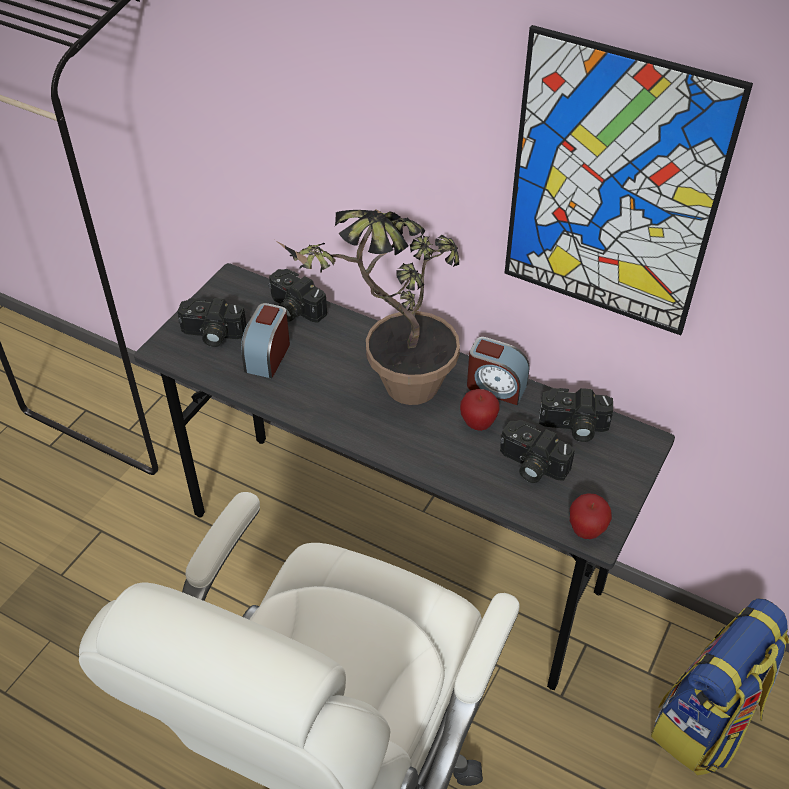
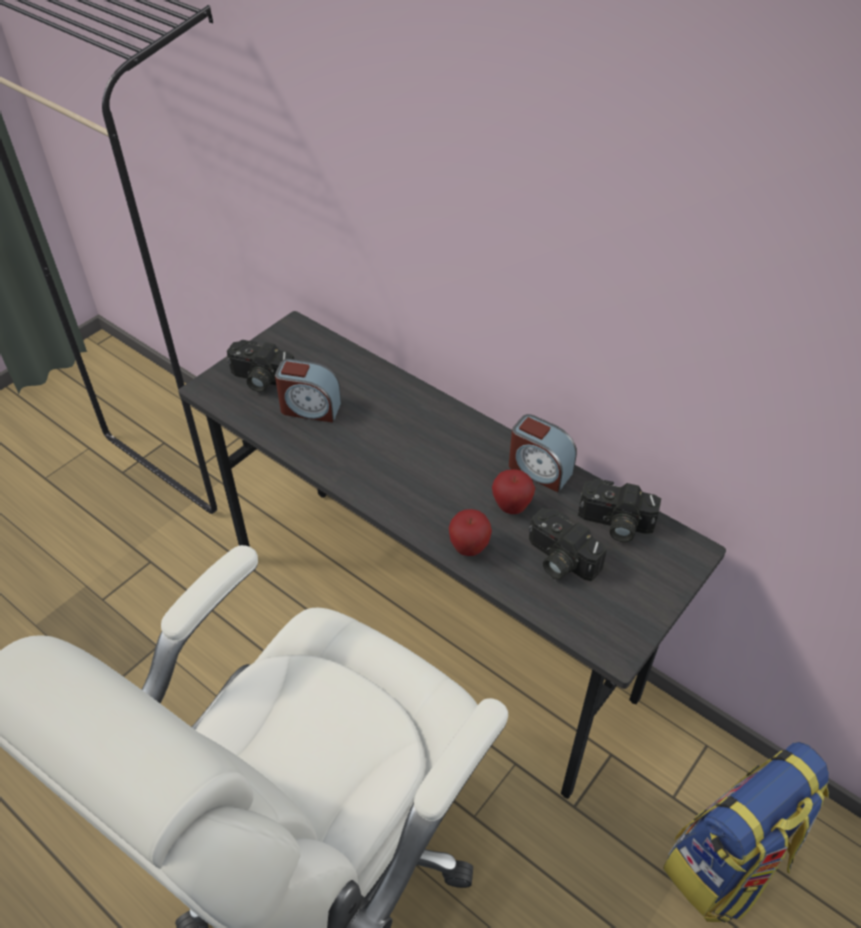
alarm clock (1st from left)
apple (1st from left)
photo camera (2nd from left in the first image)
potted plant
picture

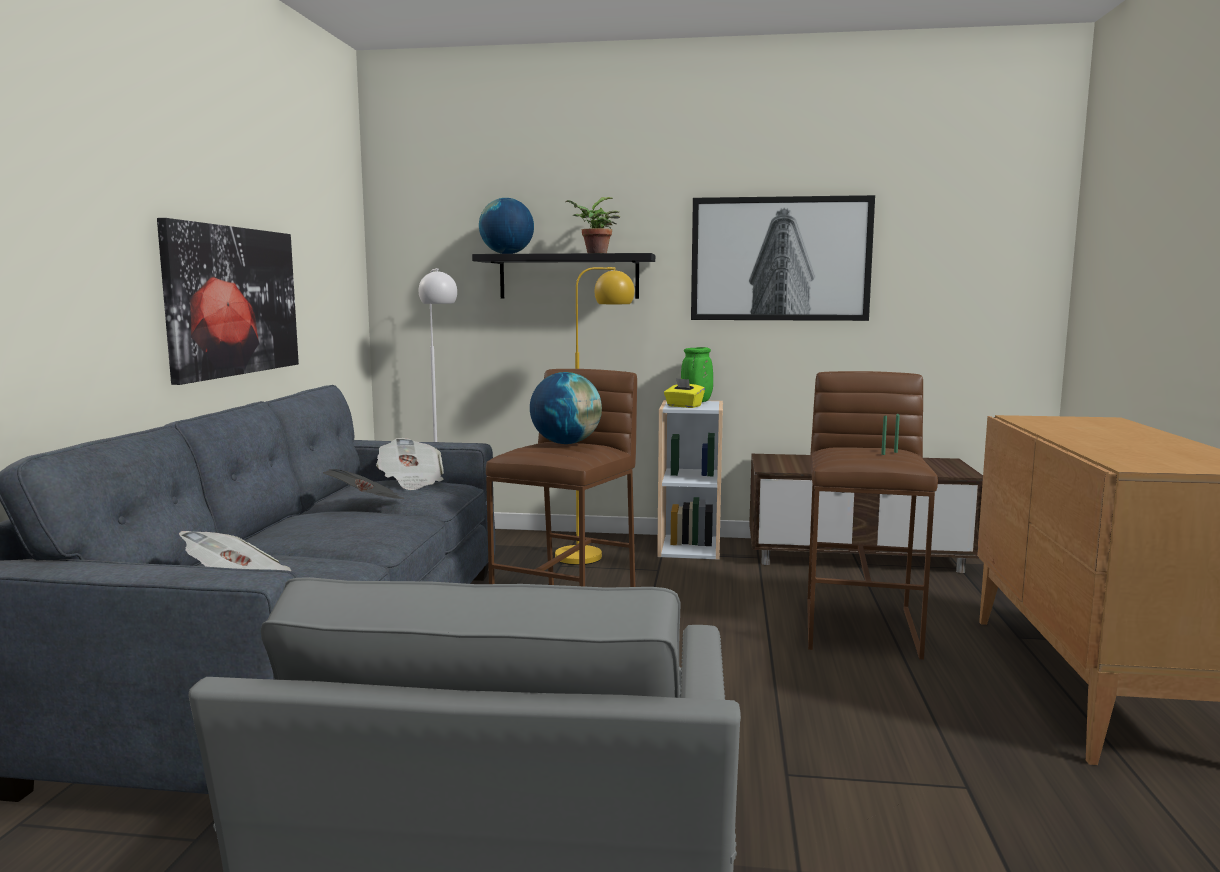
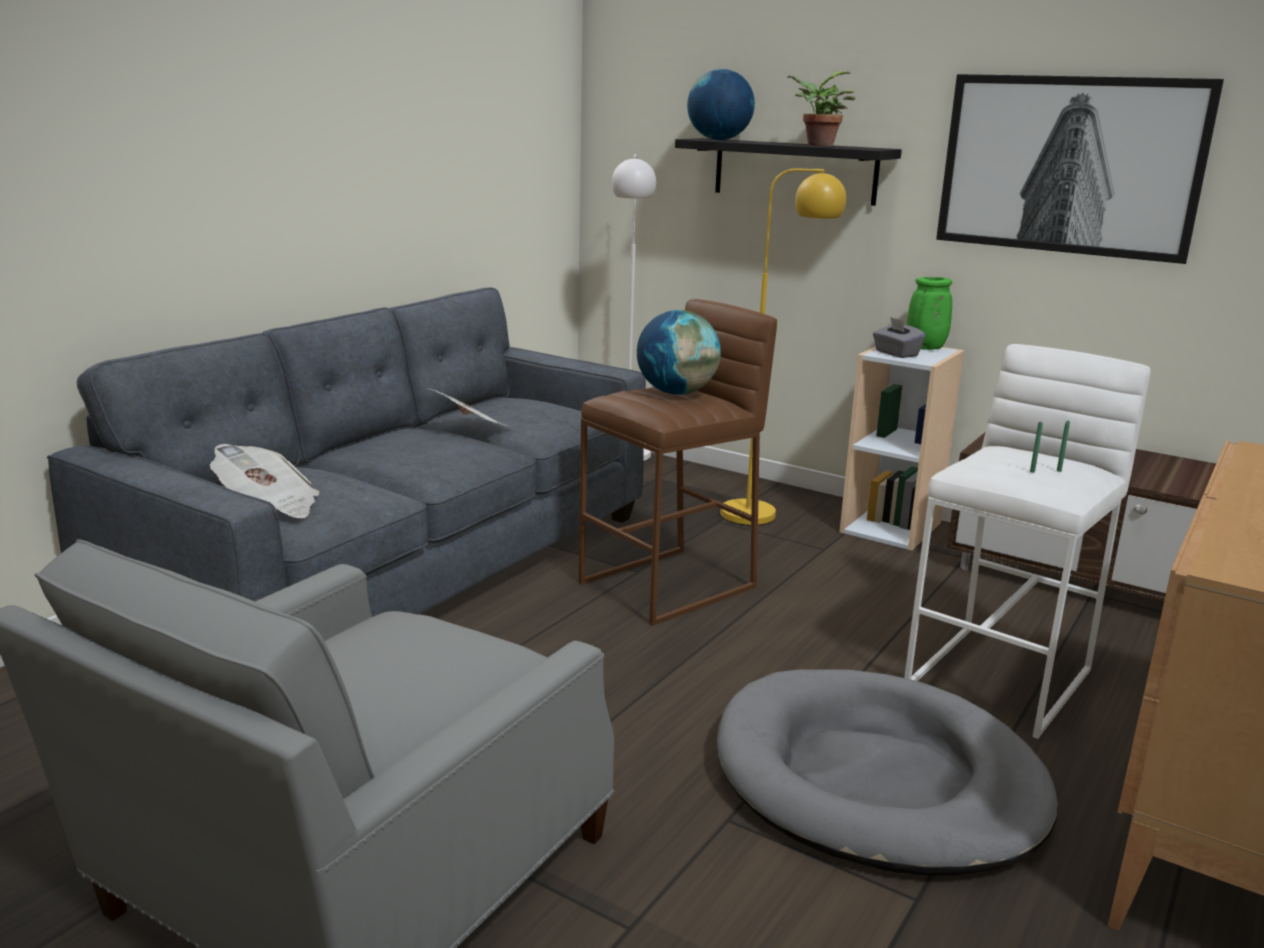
grey dog bed
grey tissue box
white stool
picture (1st from left in the first image)
newspaper (3rd from left in the first image)

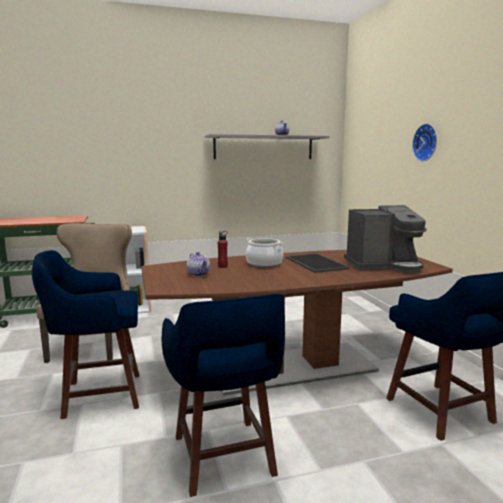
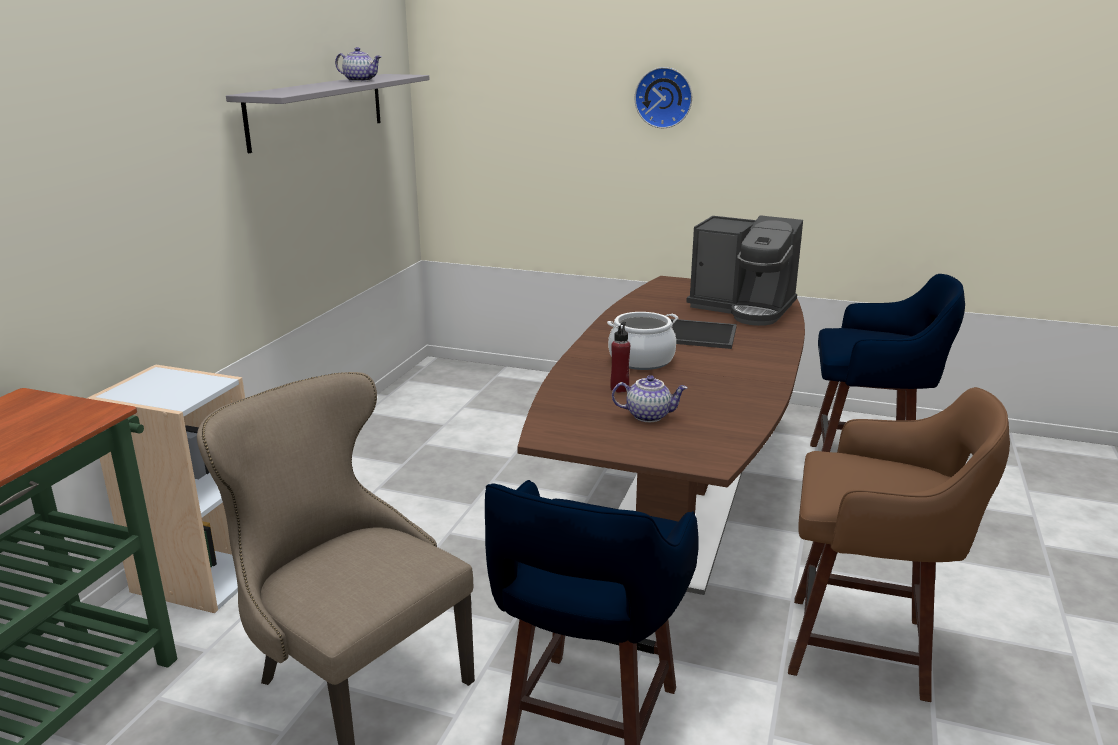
coffee machine
brown stool

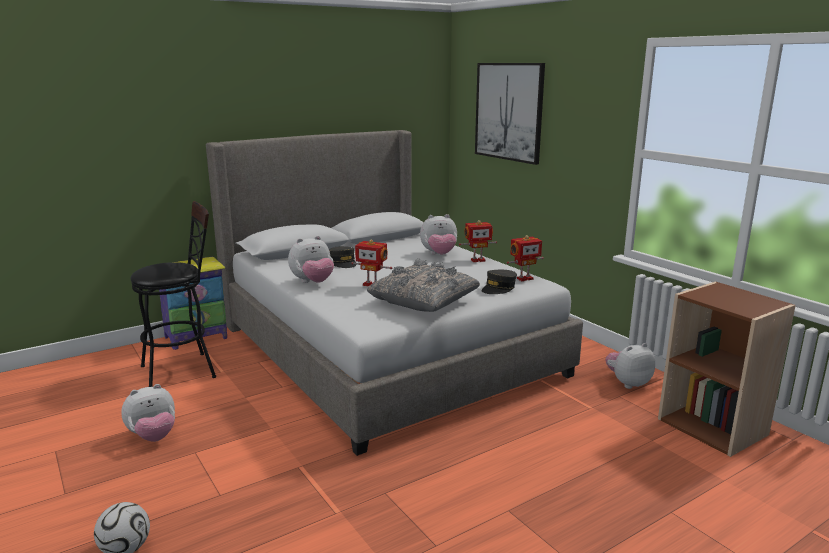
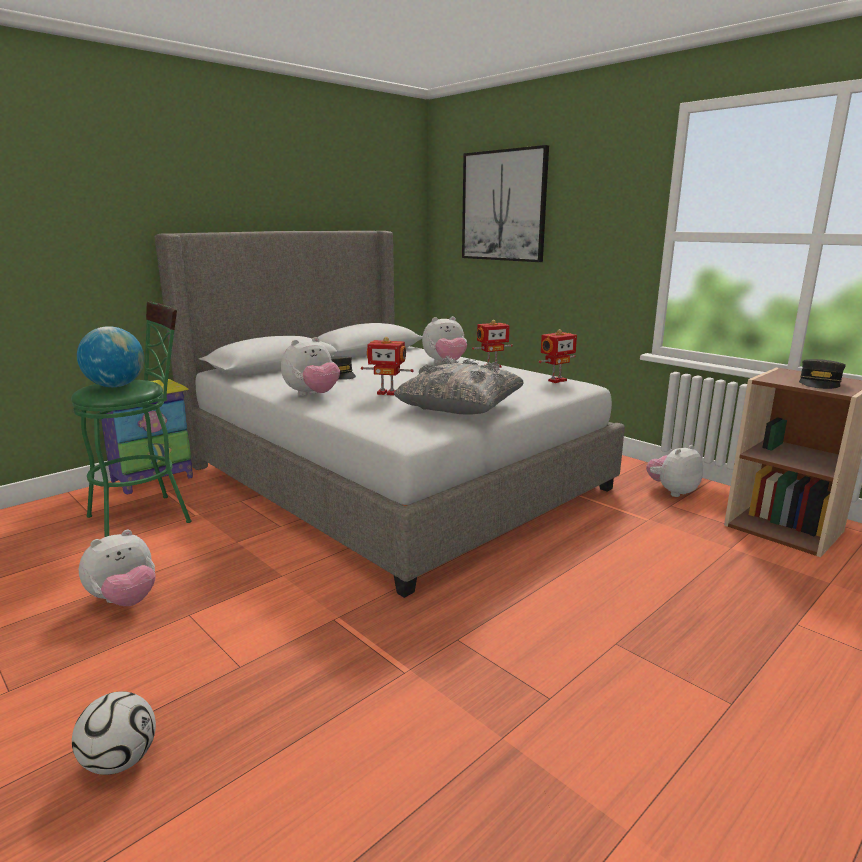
green stool
globe
grey cap (2nd from left)

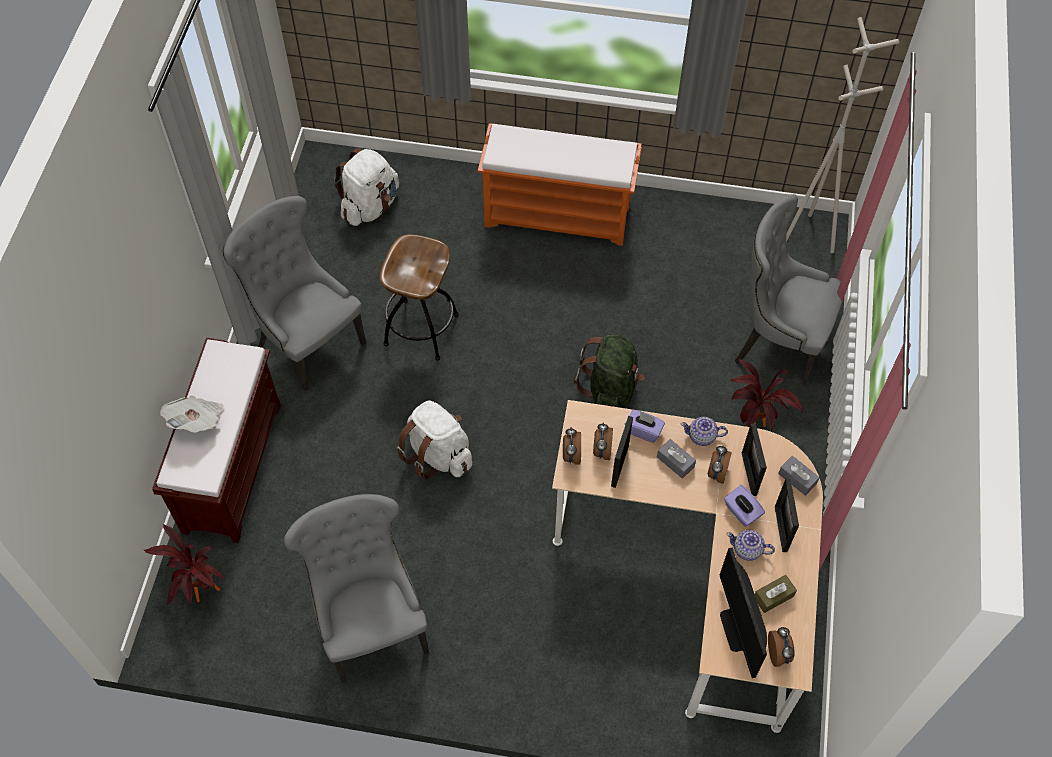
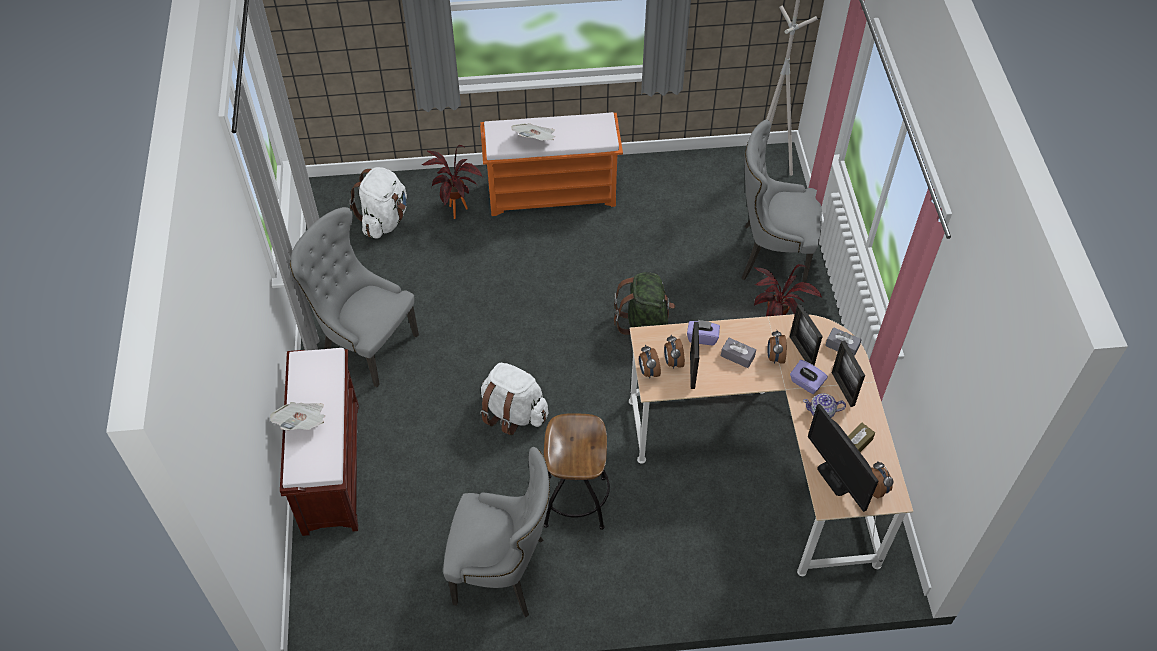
potted plant (1st from left)
grey chair (2nd from left)
newspaper (2nd from left)
brown stool
teapot (1st from left in the first image)

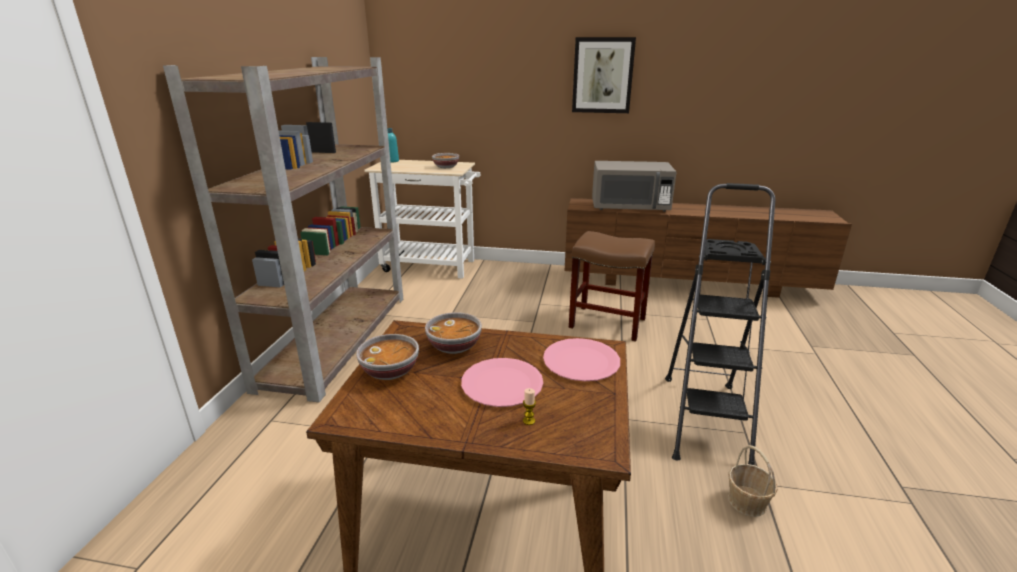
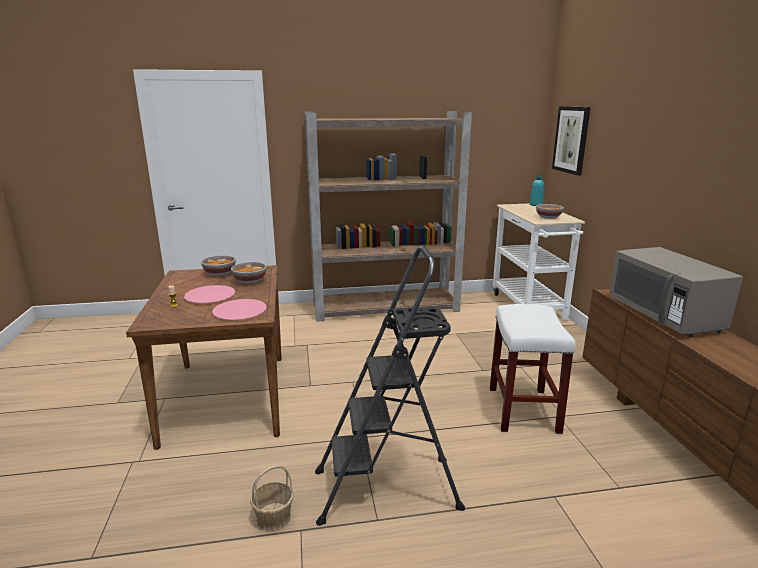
white stool
picture

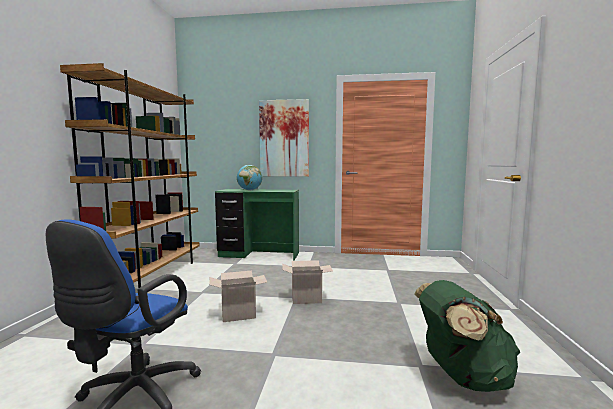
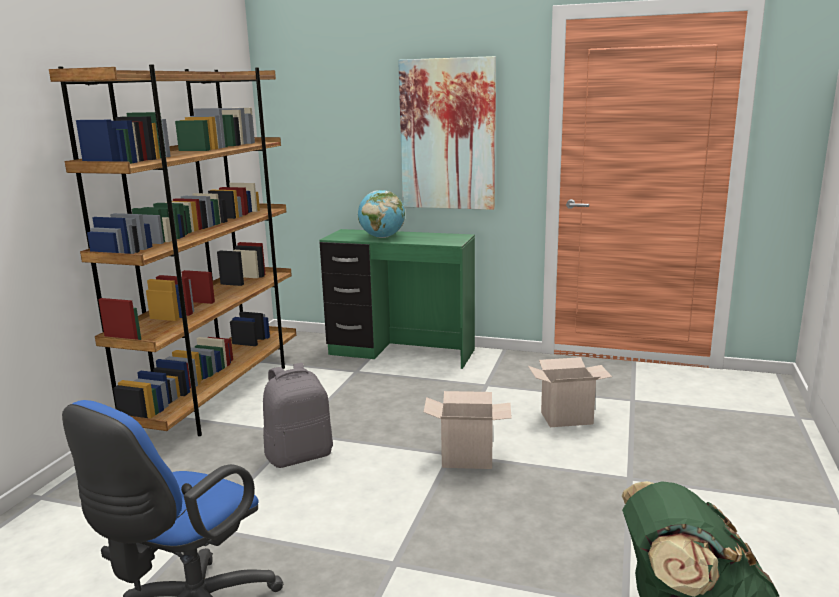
grey backpack
cardboard box (2nd from left)

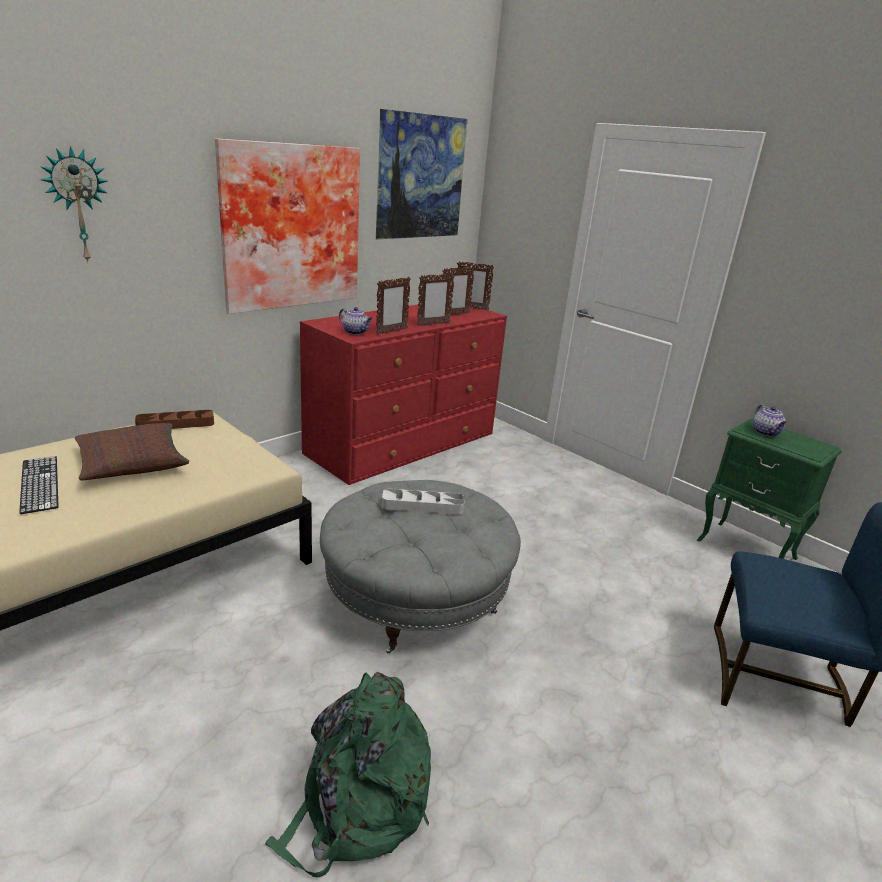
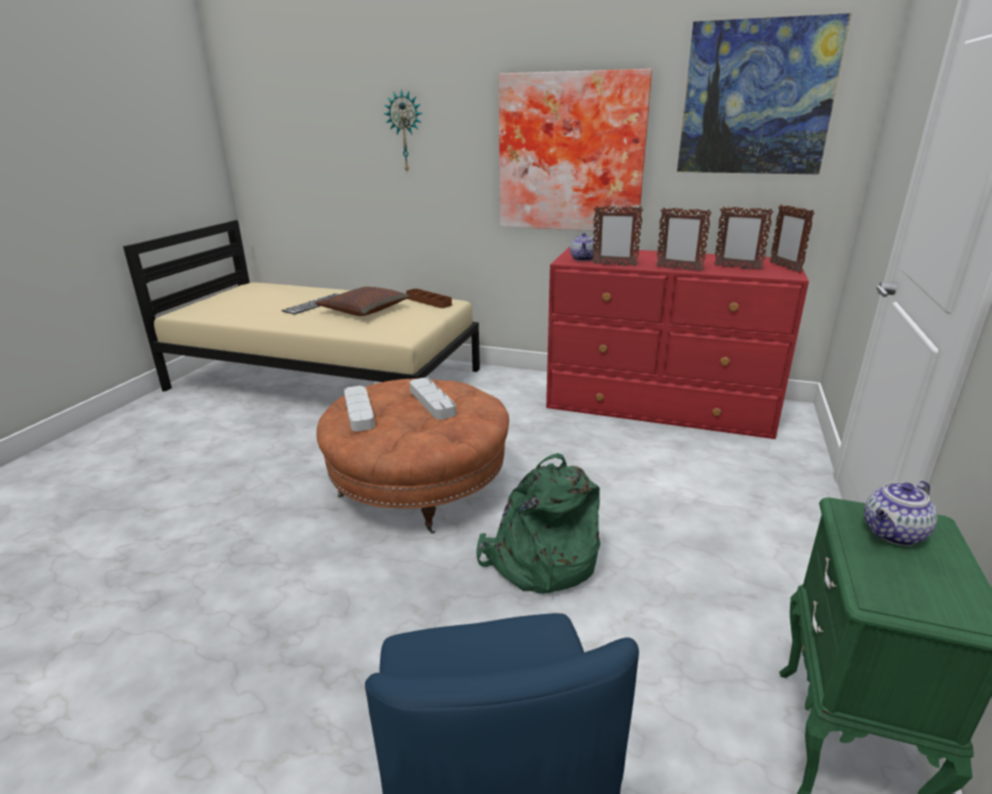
brown ottoman
grey tray (1st from left)
green backpack

